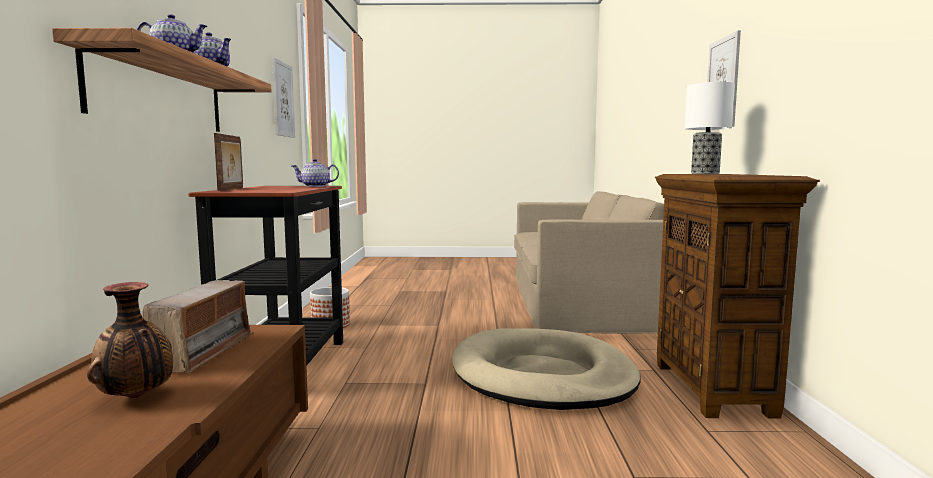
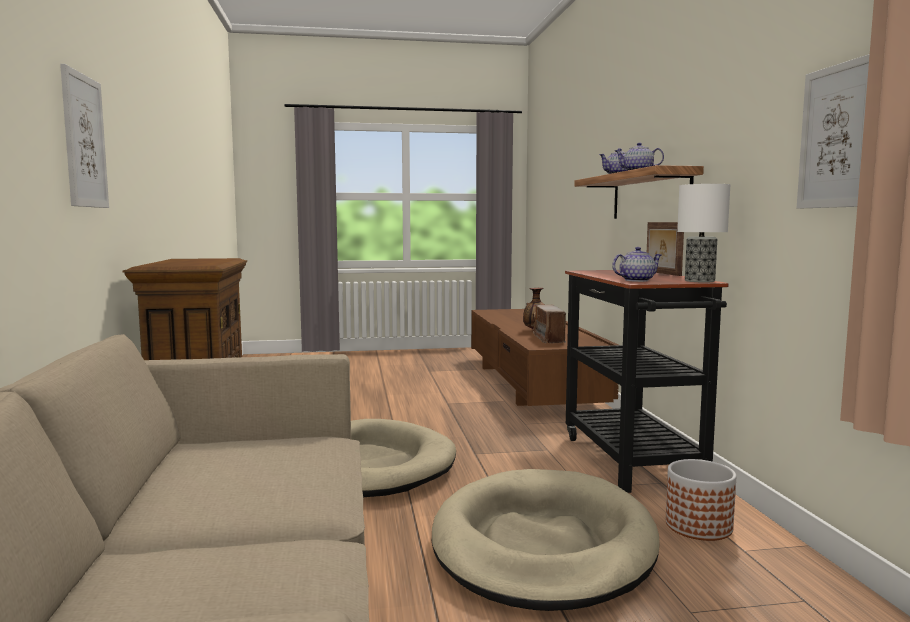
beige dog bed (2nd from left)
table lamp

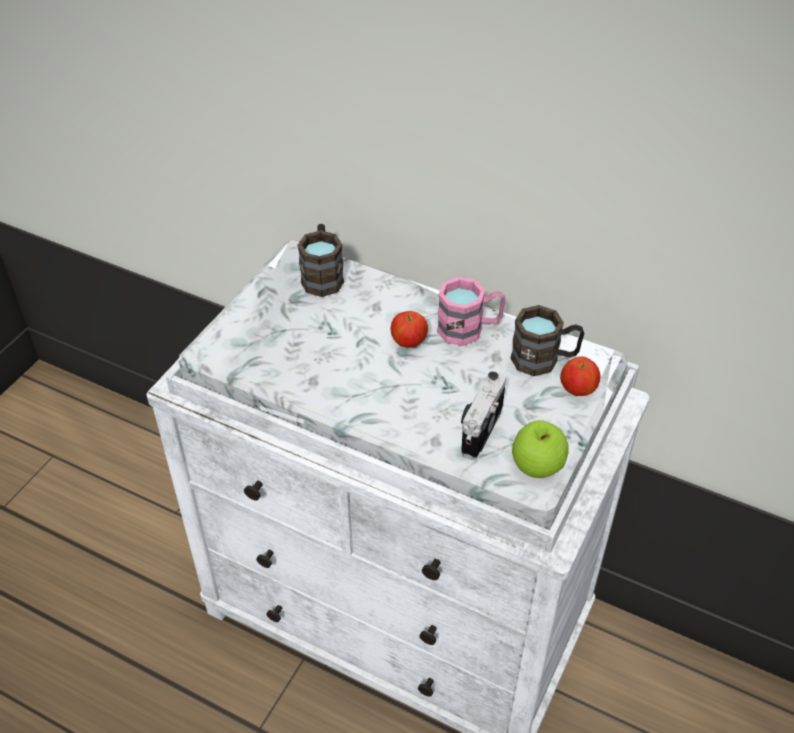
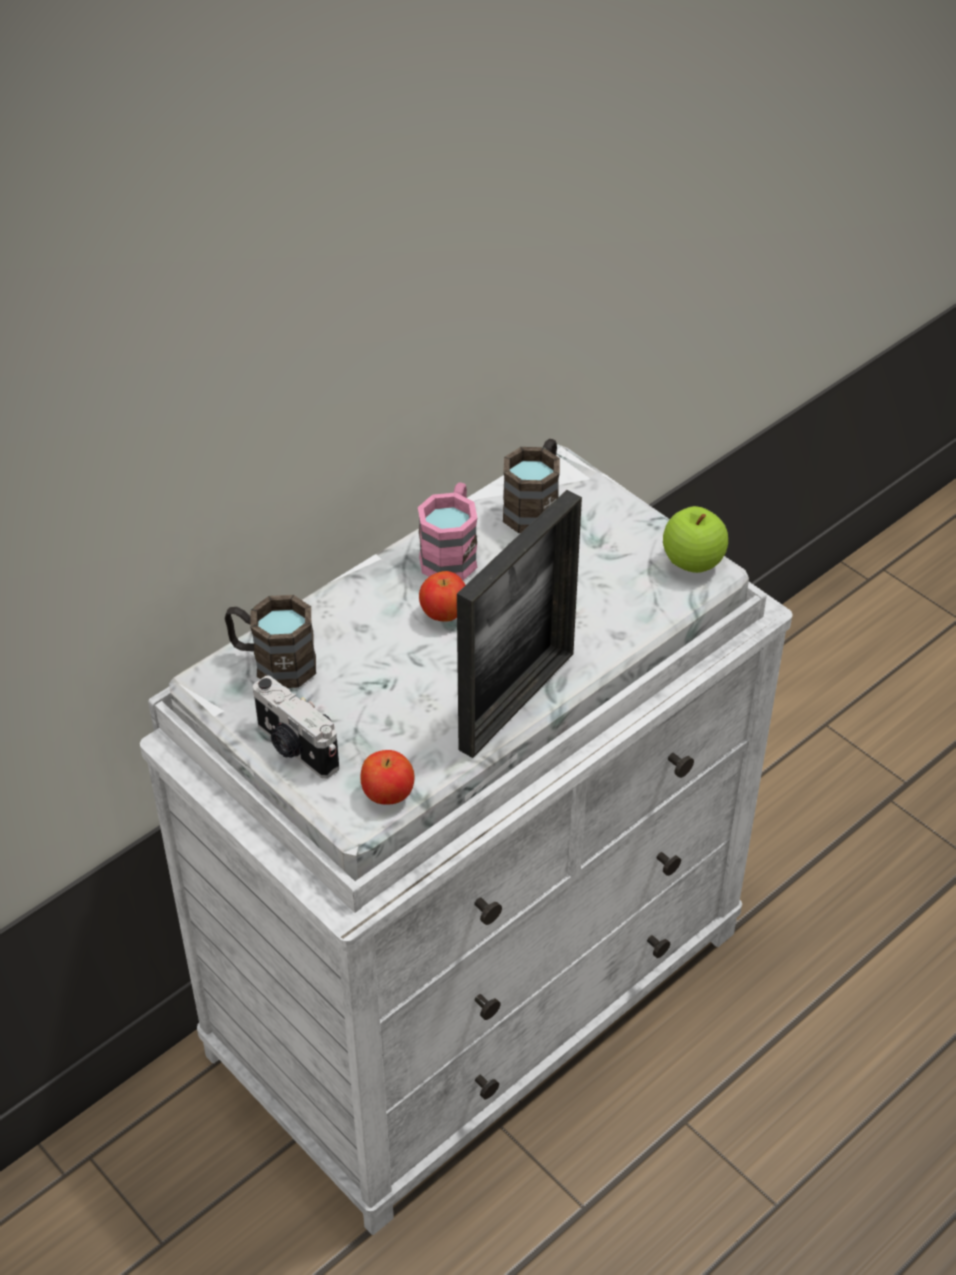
photo camera
apple (1st from left)
picture frame

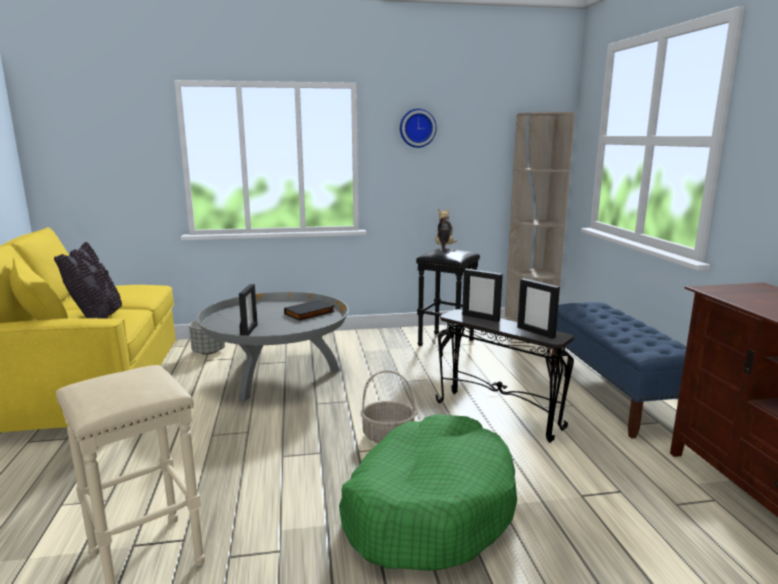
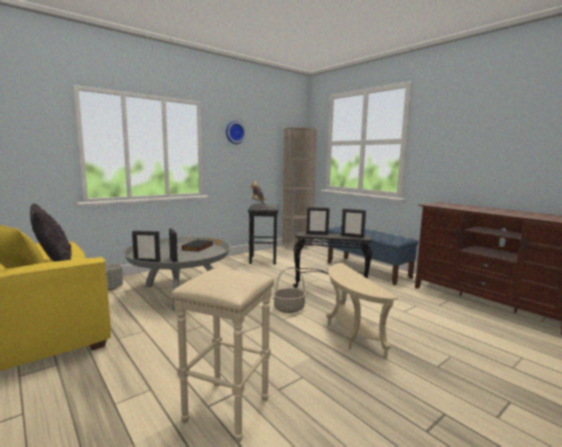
picture frame (1st from left)
beige side table

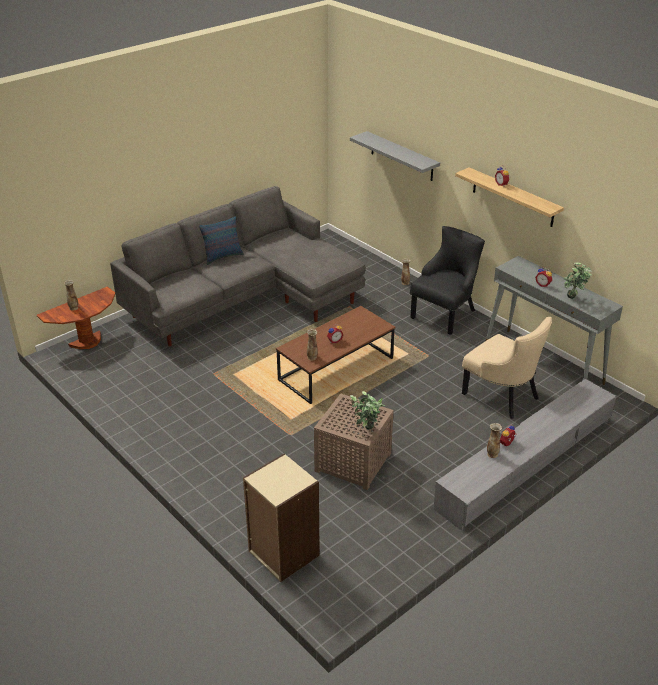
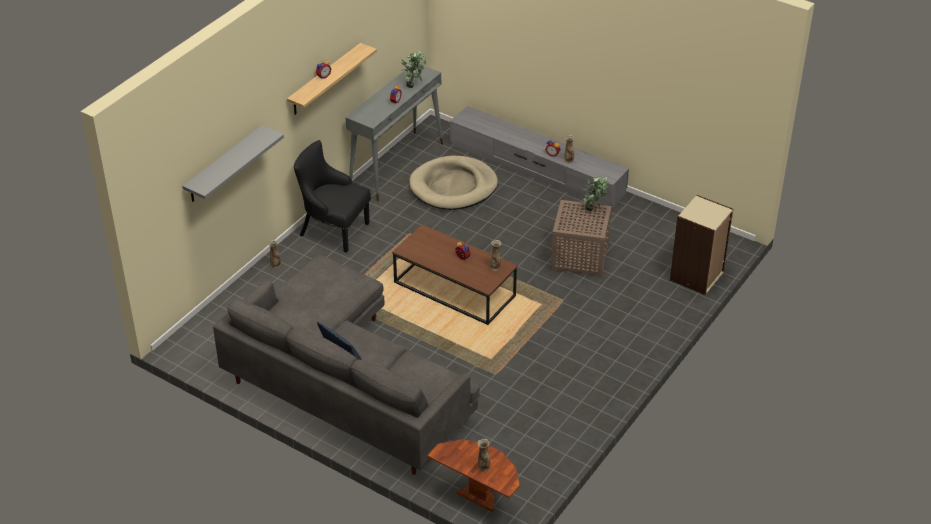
beige dog bed

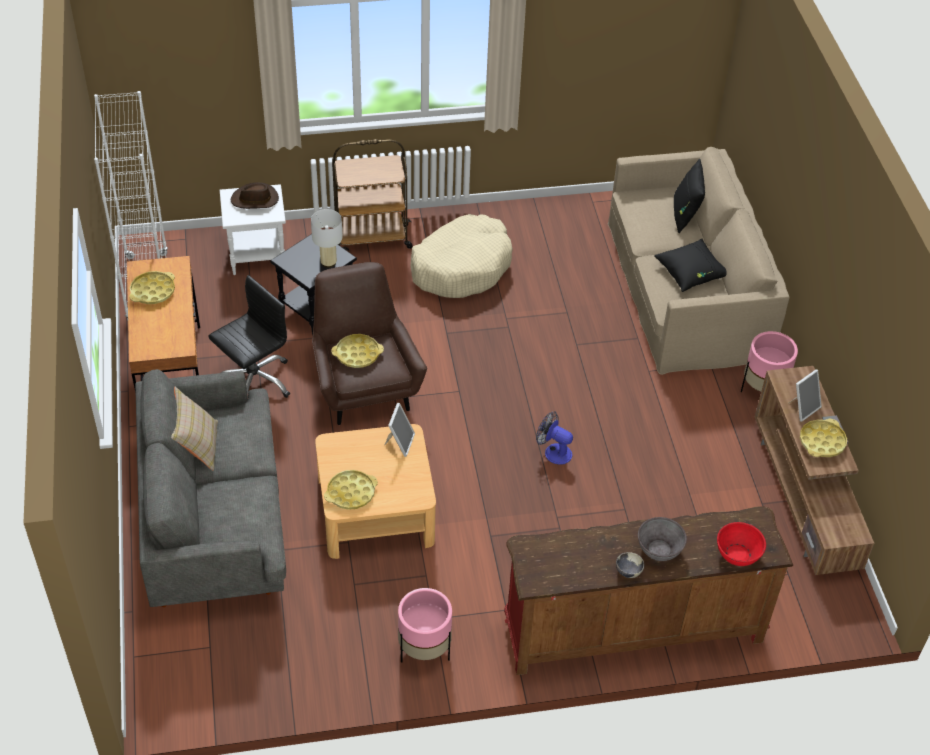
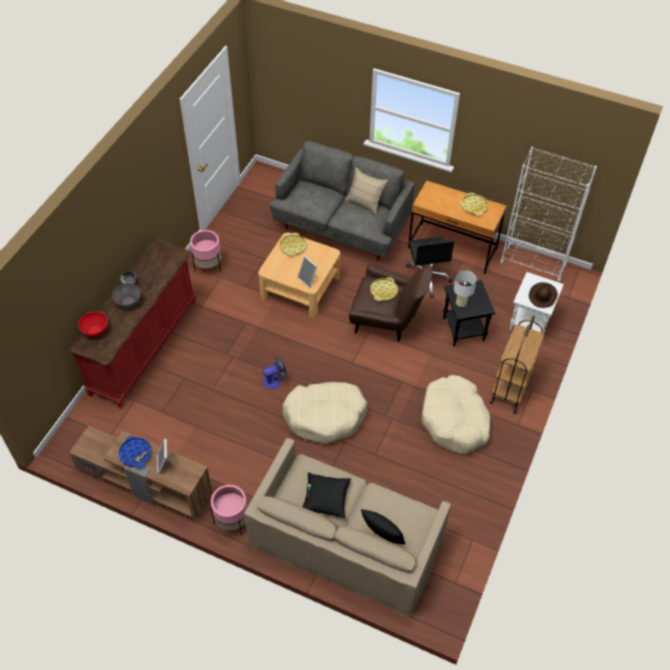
blue tray
beige dog bed (1st from left)

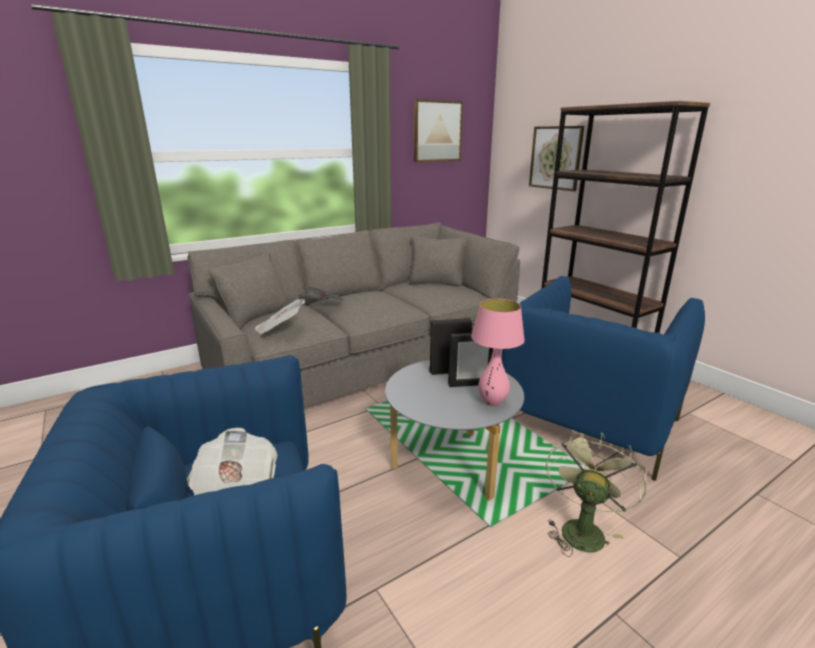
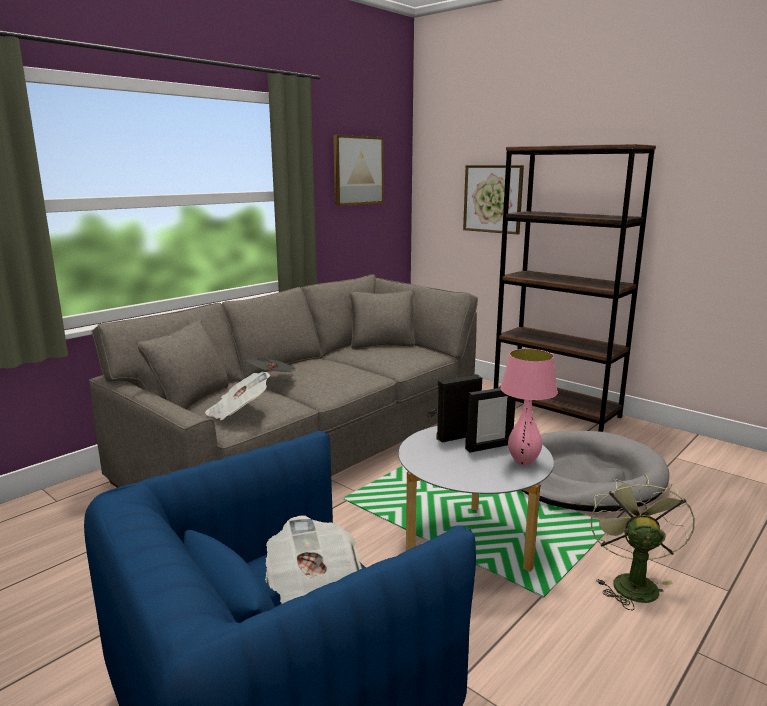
grey dog bed

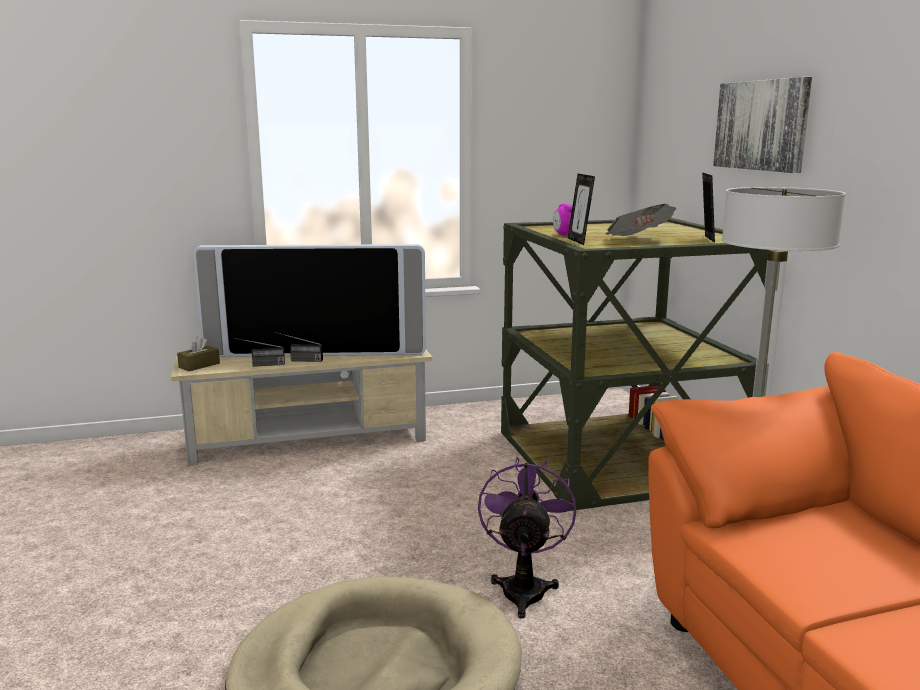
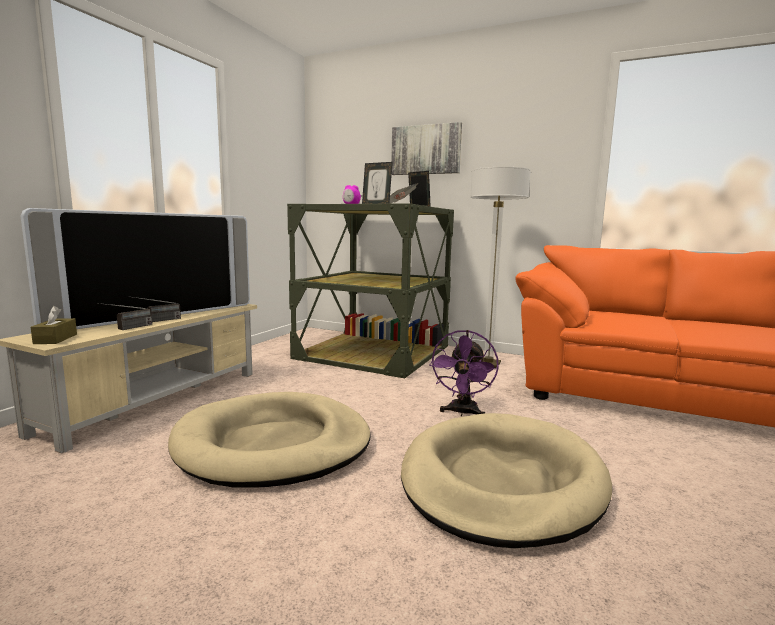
beige dog bed (1st from left)
purple fan

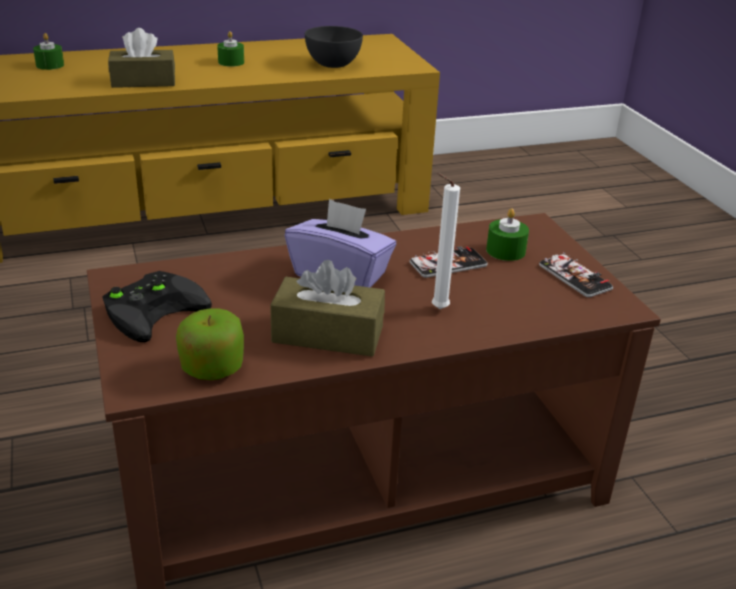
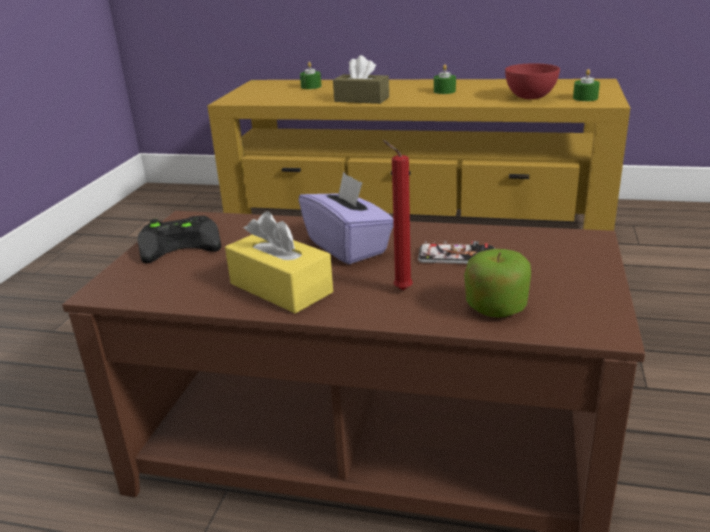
yellow tissue box
red candle
apple
red bowl
green candle (3rd from left)
phone (2nd from left in the first image)

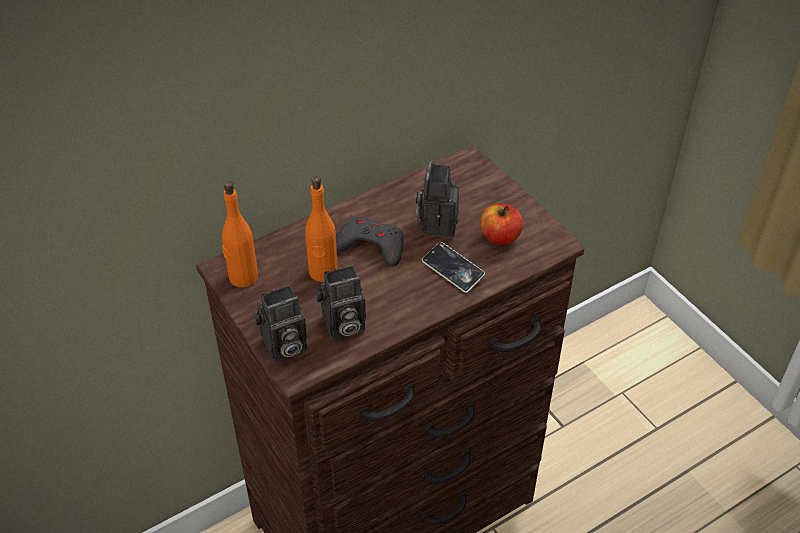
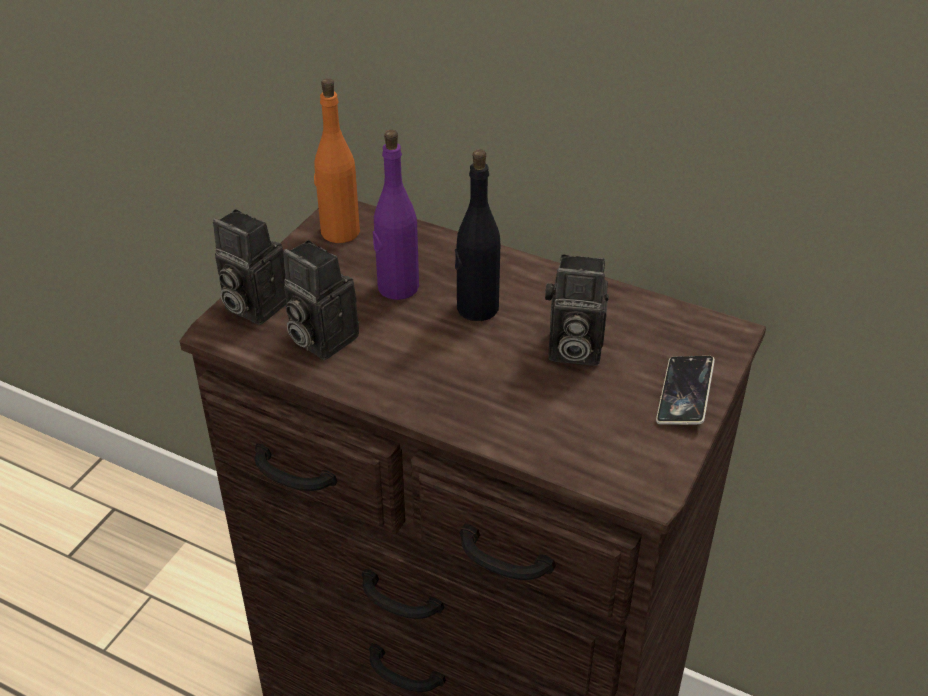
purple bottle
black bottle
photo camera (3rd from left)
phone
apple

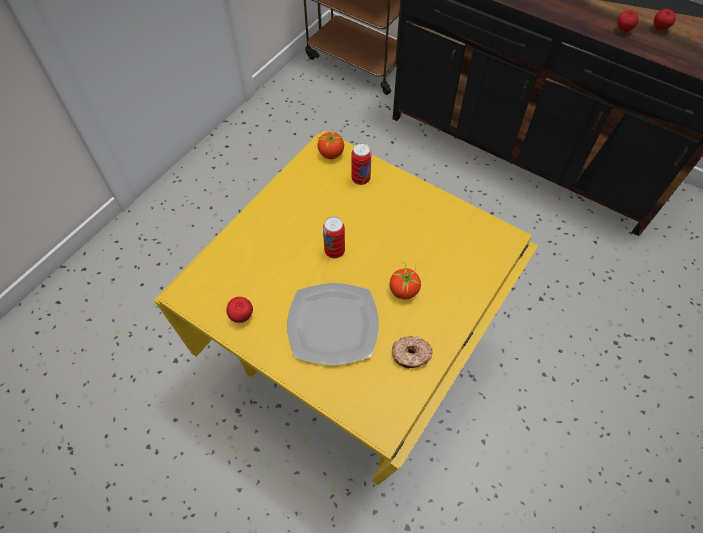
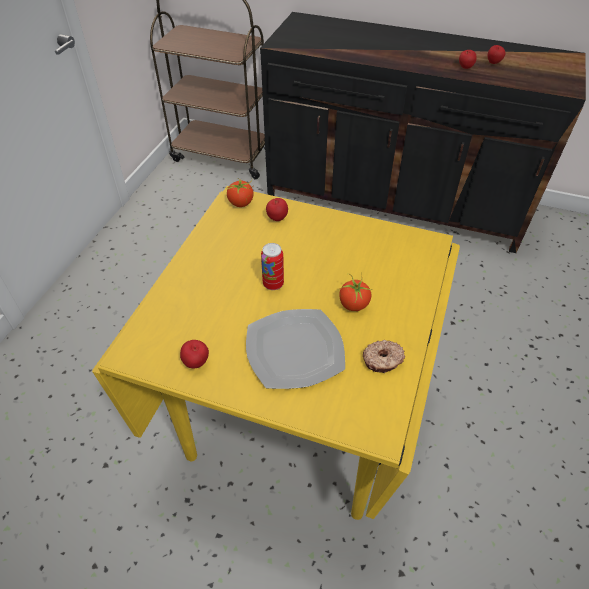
apple (2nd from left)

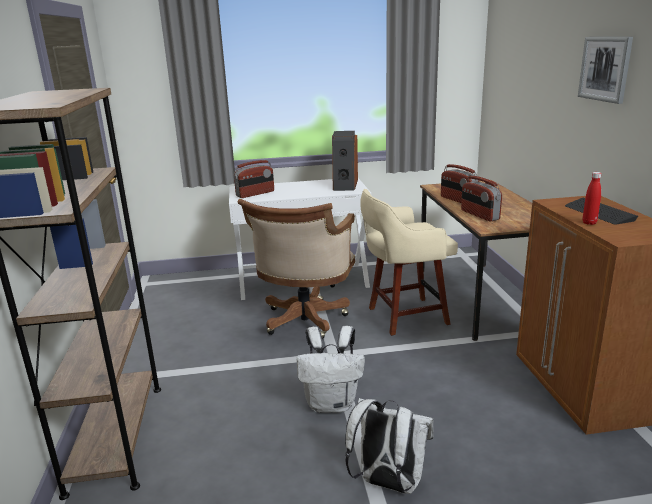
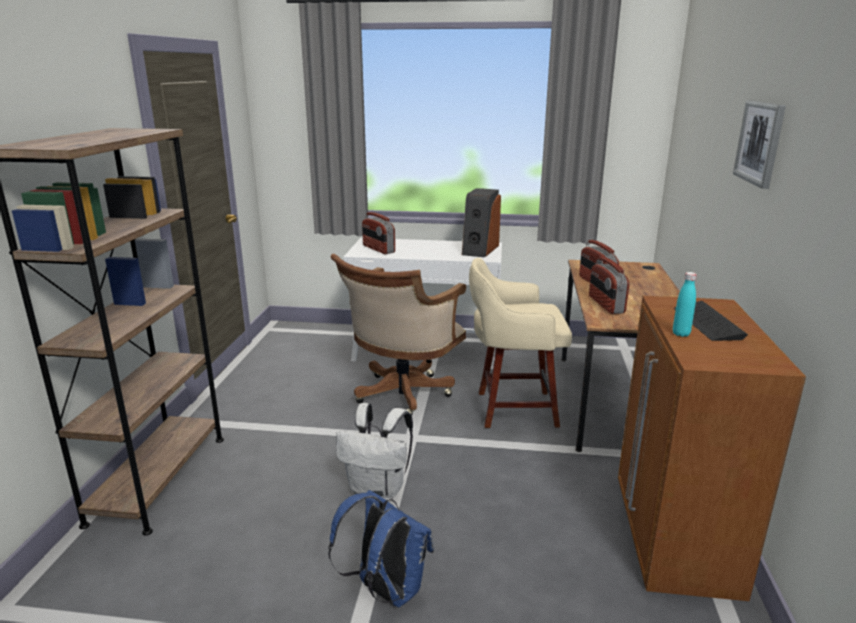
blue backpack
radio (1st from left)
turquoise bottle

